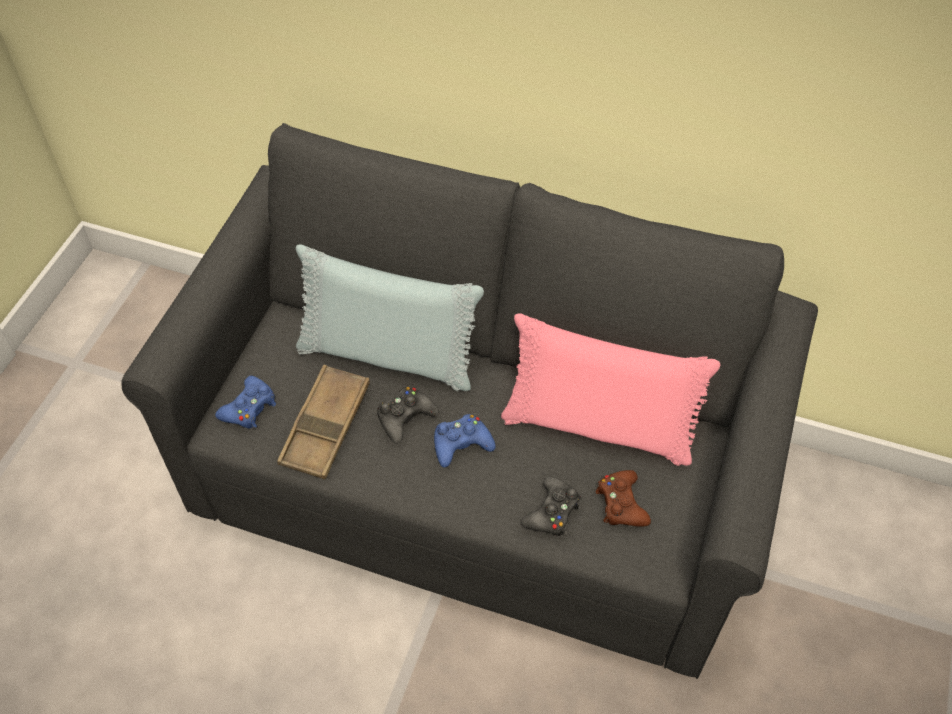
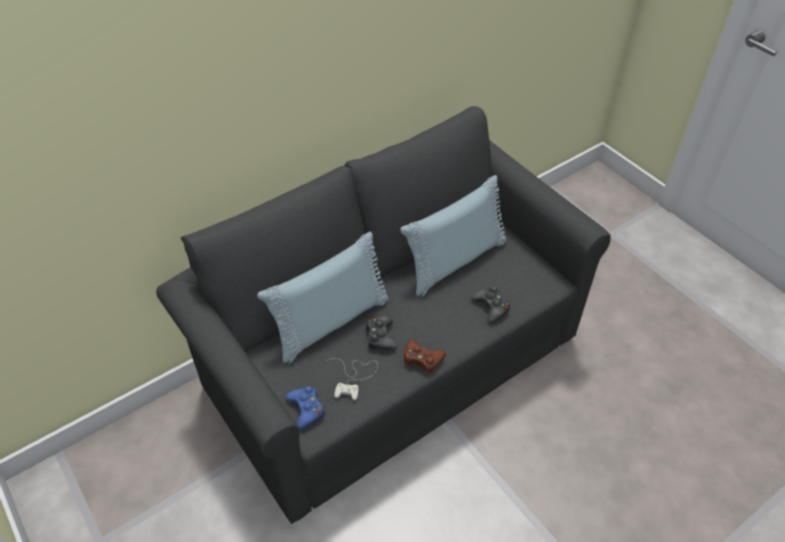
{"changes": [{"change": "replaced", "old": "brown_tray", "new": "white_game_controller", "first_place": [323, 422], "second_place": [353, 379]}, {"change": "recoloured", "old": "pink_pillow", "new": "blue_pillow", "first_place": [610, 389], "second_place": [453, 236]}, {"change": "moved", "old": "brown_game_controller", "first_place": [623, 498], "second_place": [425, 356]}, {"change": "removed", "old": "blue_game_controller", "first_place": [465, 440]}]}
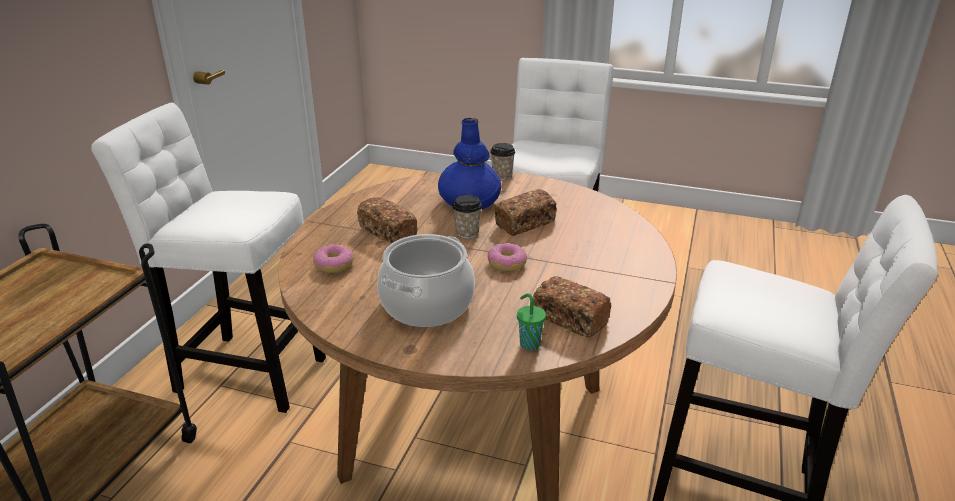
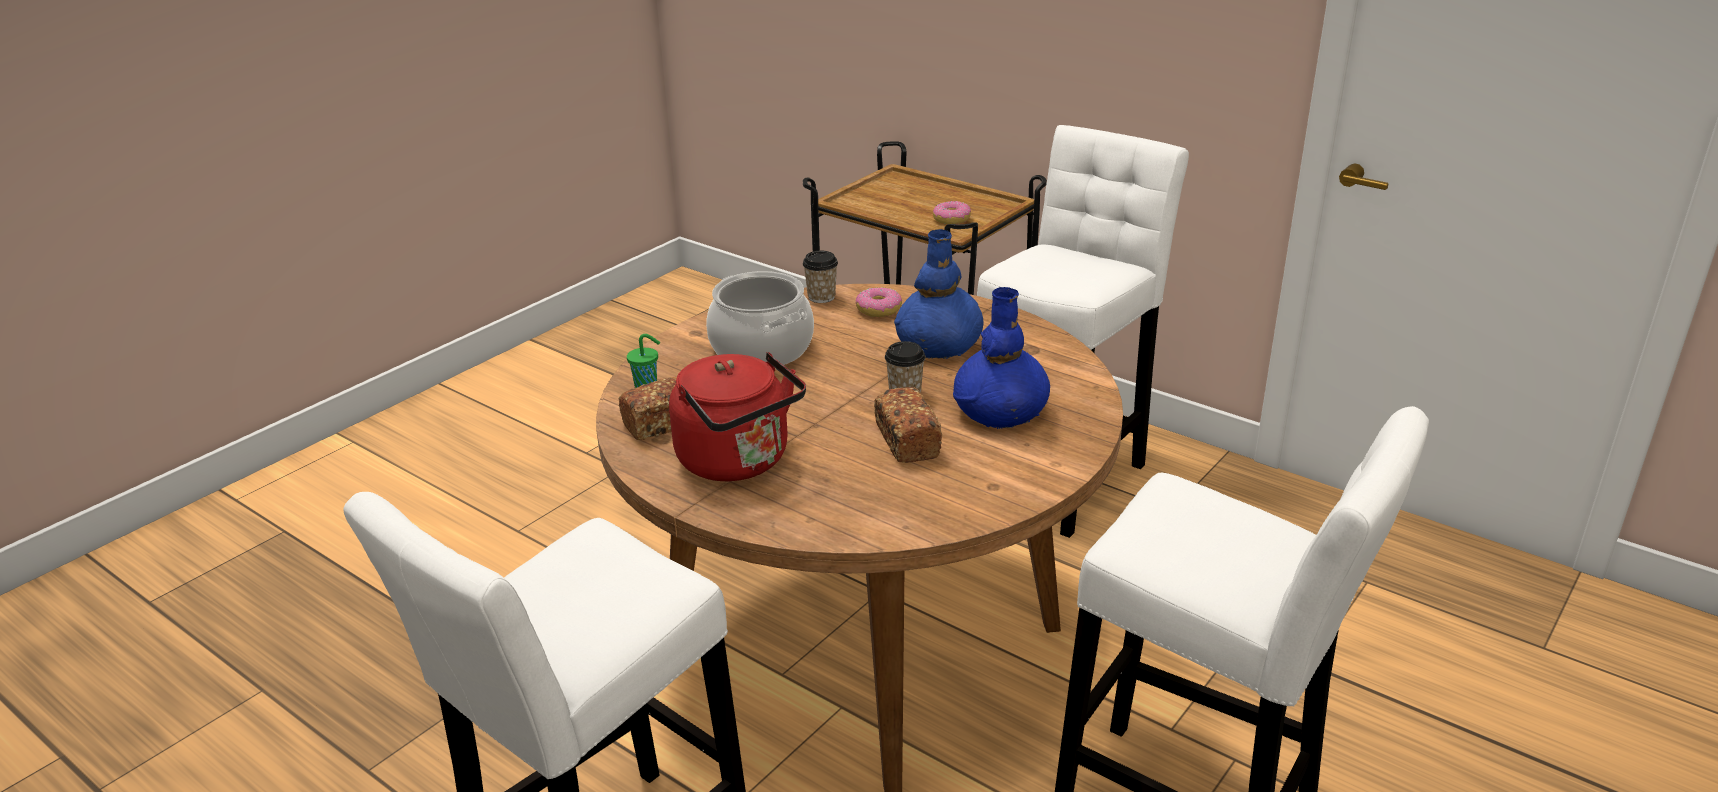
{"changes": [{"change": "added", "new": "red_kettle", "second_place": [737, 416]}, {"change": "moved", "old": "cup", "first_place": [502, 161], "second_place": [820, 277]}, {"change": "replaced", "old": "bread", "new": "blue_vase", "first_place": [387, 220], "second_place": [938, 294]}, {"change": "moved", "old": "donut", "first_place": [507, 257], "second_place": [952, 212]}]}
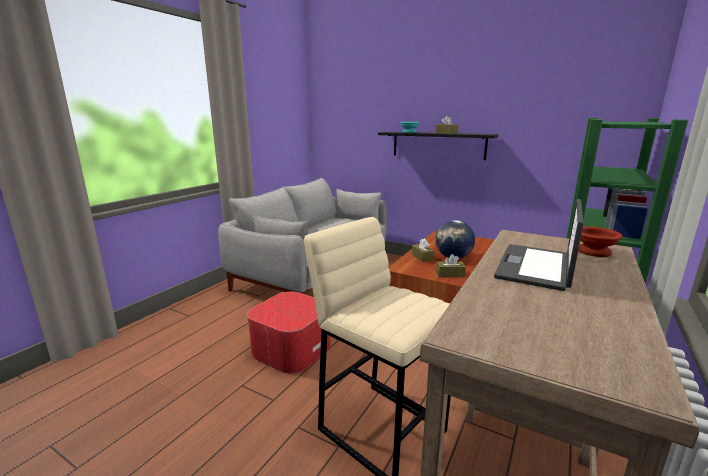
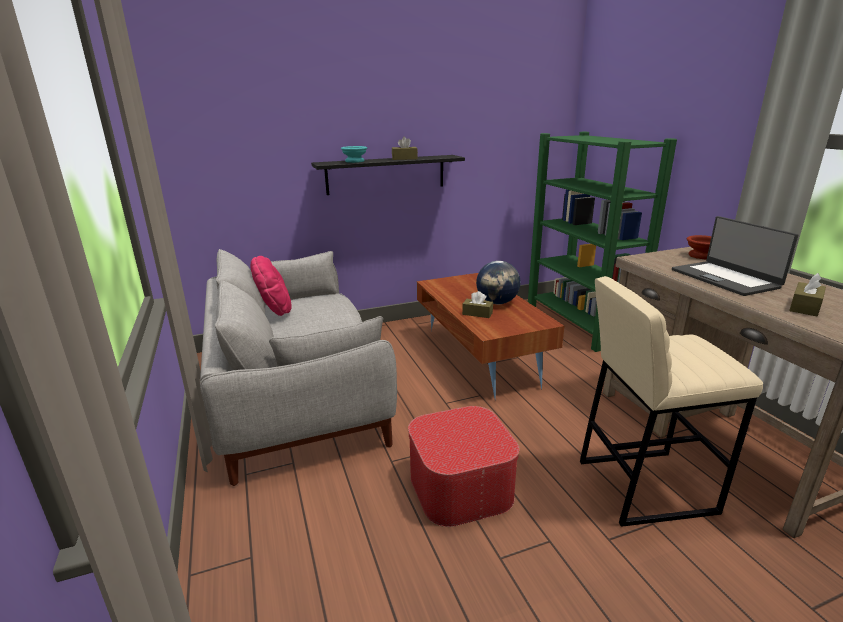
{"changes": [{"change": "added", "new": "pink_pillow", "second_place": [271, 286]}, {"change": "moved", "old": "brown_tissue_box", "first_place": [451, 265], "second_place": [807, 294]}]}
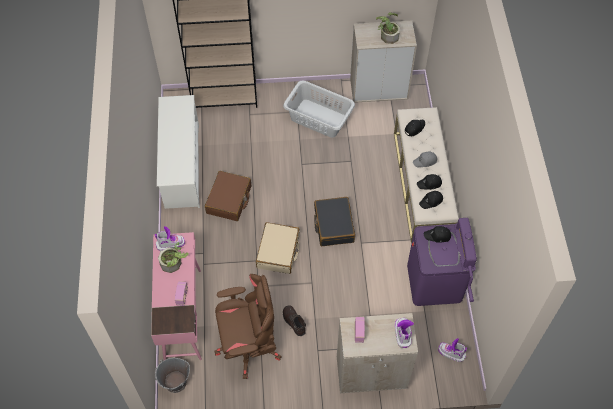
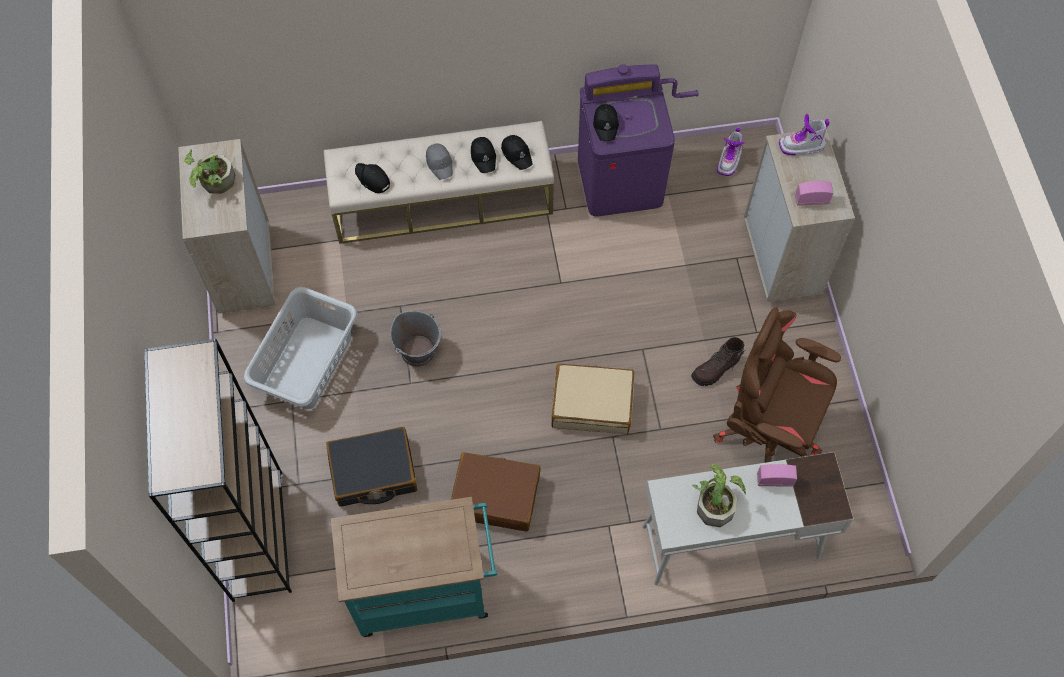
{"changes": [{"change": "moved", "old": "black_suitcase", "first_place": [334, 221], "second_place": [371, 467]}, {"change": "replaced", "old": "white_shoe_rack", "new": "turquoise_cart", "first_place": [178, 152], "second_place": [414, 567]}, {"change": "moved", "old": "grey_bucket", "first_place": [172, 375], "second_place": [415, 339]}, {"change": "recoloured", "old": "pink_desk", "new": "white_desk", "first_place": [176, 296], "second_place": [748, 518]}, {"change": "turned", "old": "brown_office_chair", "first_place": [248, 326], "second_place": [777, 385], "degrees": -45}, {"change": "removed", "old": "boot", "first_place": [170, 238]}]}
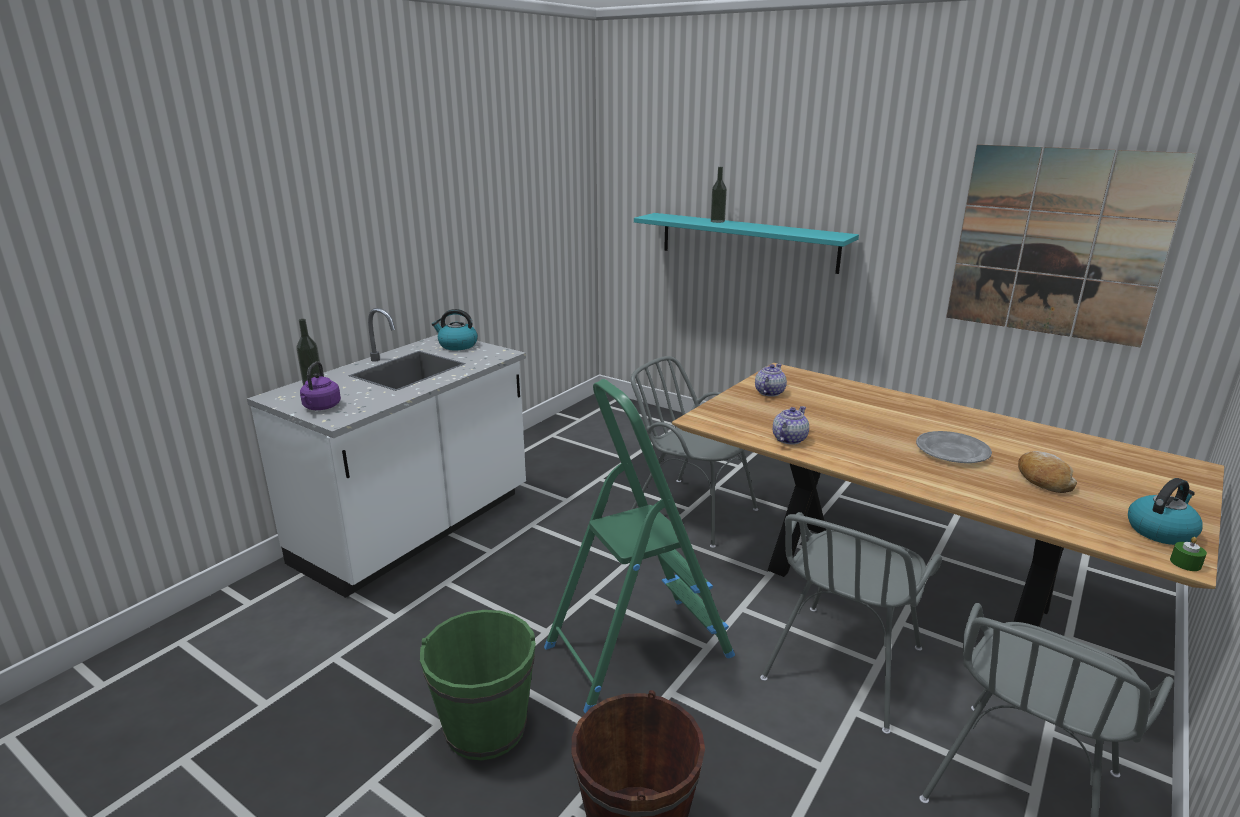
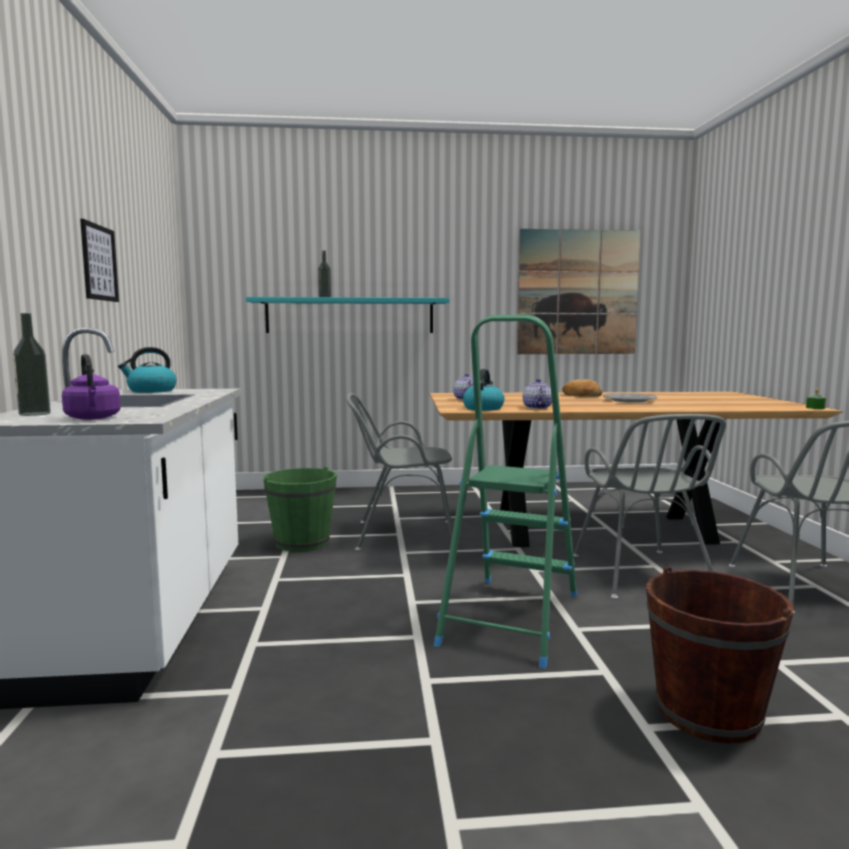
{"changes": [{"change": "added", "new": "picture", "second_place": [99, 260]}, {"change": "moved", "old": "green_bucket", "first_place": [478, 685], "second_place": [300, 509]}, {"change": "moved", "old": "kettle", "first_place": [1165, 511], "second_place": [484, 390]}, {"change": "moved", "old": "bread", "first_place": [1047, 472], "second_place": [582, 388]}]}
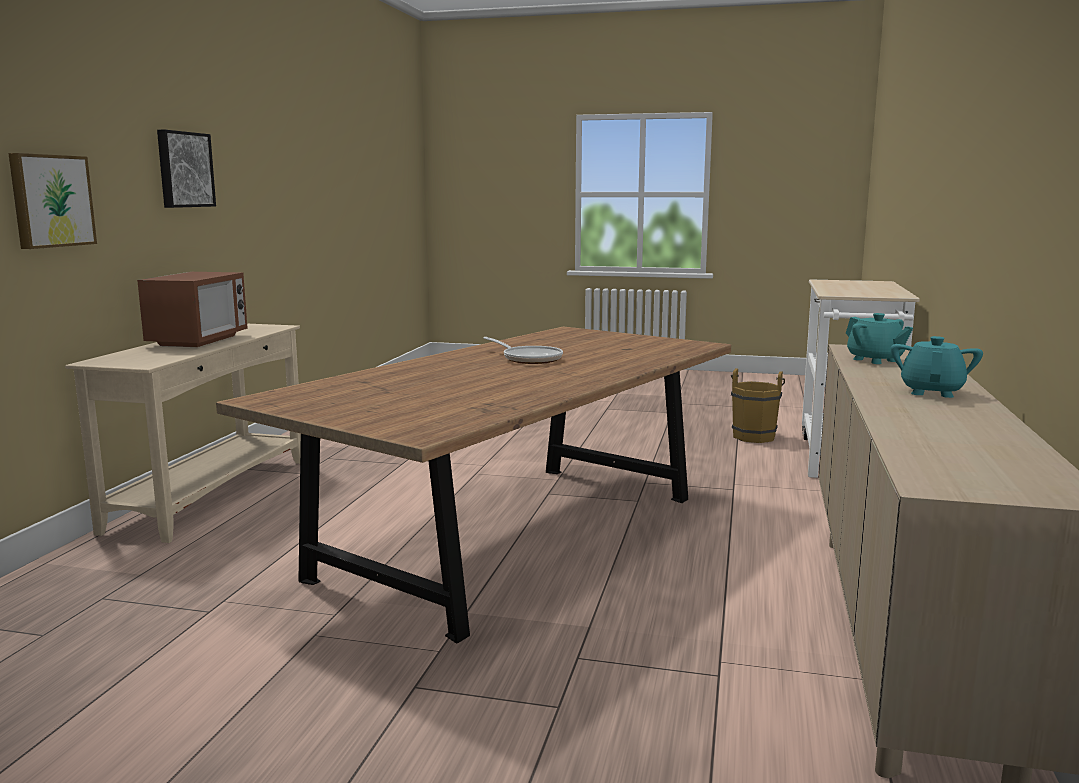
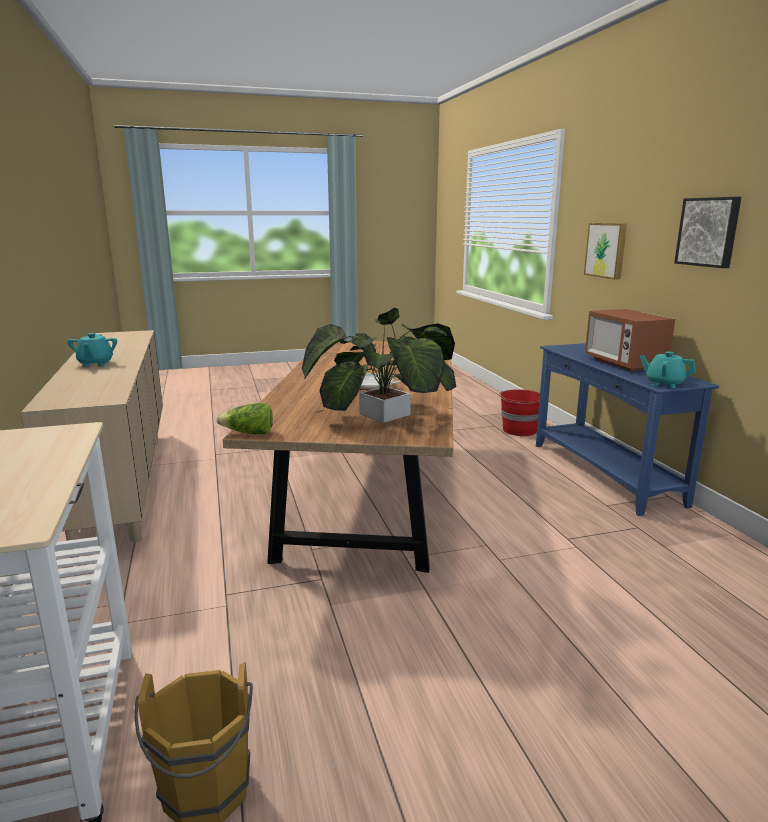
{"changes": [{"change": "added", "new": "lettuce", "second_place": [245, 418]}, {"change": "added", "new": "potted_plant", "second_place": [379, 365]}, {"change": "added", "new": "red_bucket", "second_place": [519, 412]}, {"change": "recoloured", "old": "beige_console_table", "new": "blue_console_table", "first_place": [183, 433], "second_place": [627, 429]}, {"change": "moved", "old": "turquoise_teapot", "first_place": [879, 338], "second_place": [668, 370]}]}
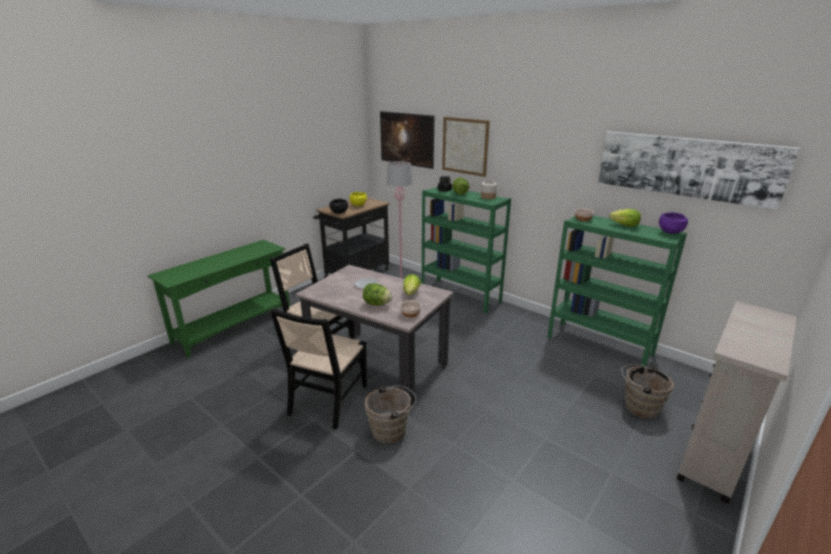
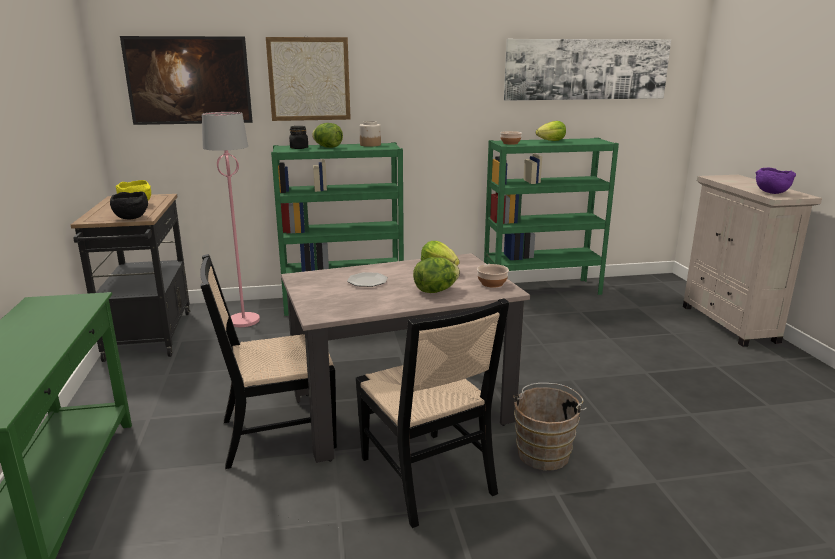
{"changes": [{"change": "moved", "old": "purple_bowl", "first_place": [673, 223], "second_place": [775, 181]}, {"change": "removed", "old": "brown_bucket", "first_place": [647, 391]}]}
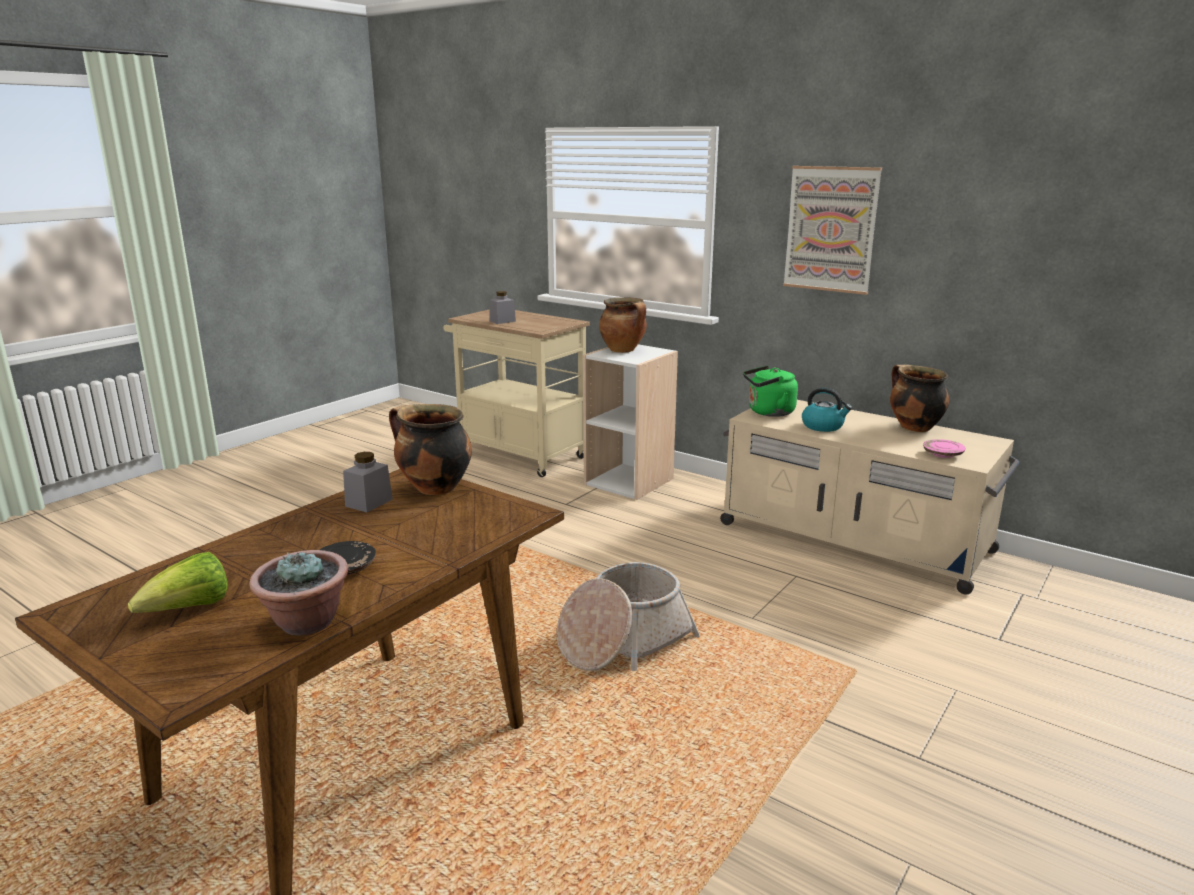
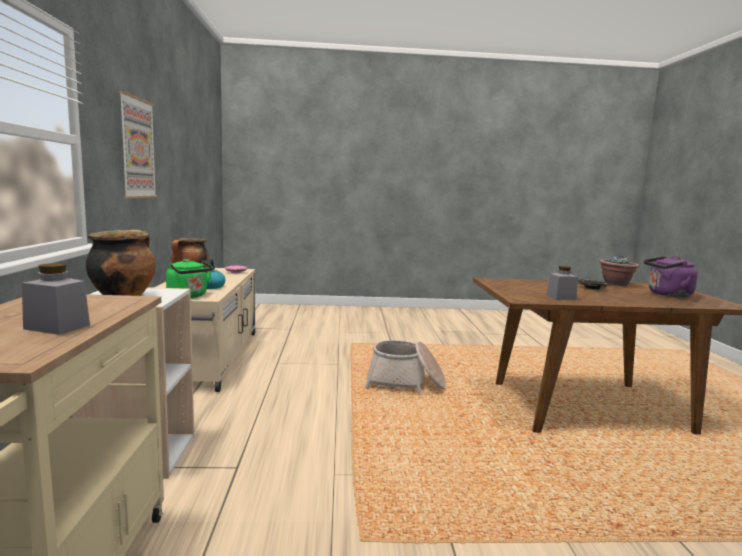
{"changes": [{"change": "replaced", "old": "lettuce", "new": "purple_kettle", "first_place": [178, 582], "second_place": [671, 277]}, {"change": "removed", "old": "cooking_pot", "first_place": [430, 449]}]}
